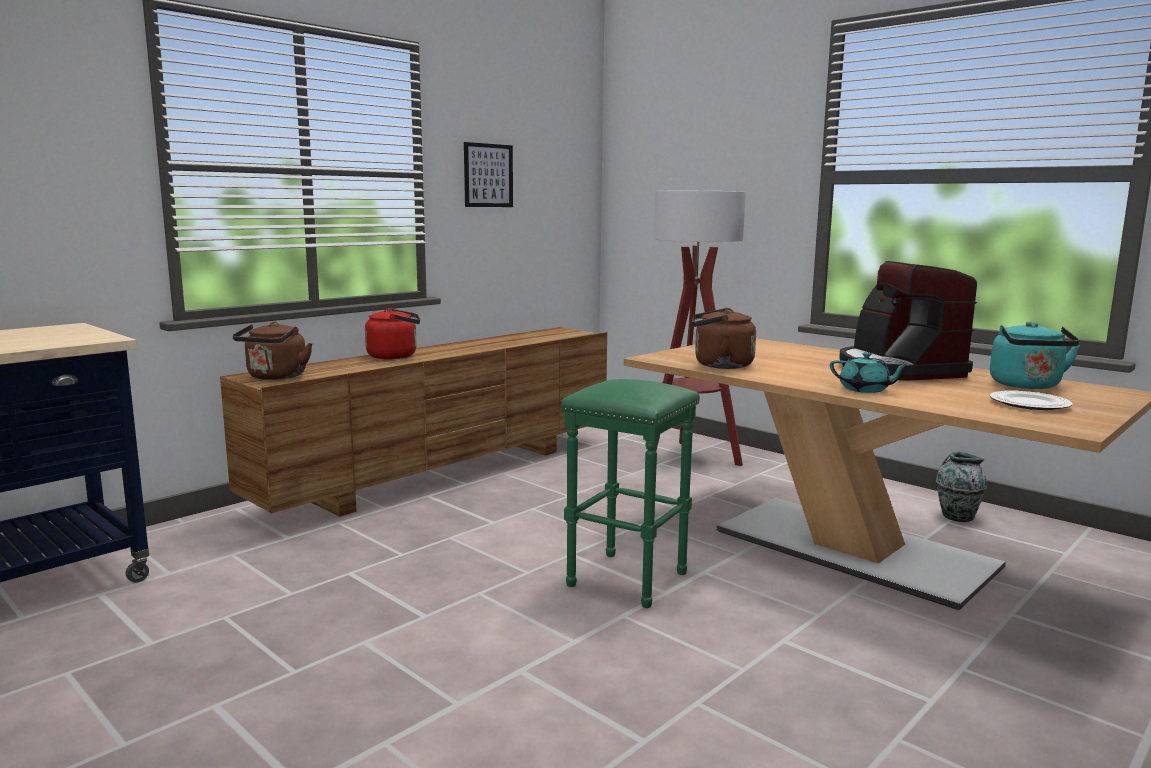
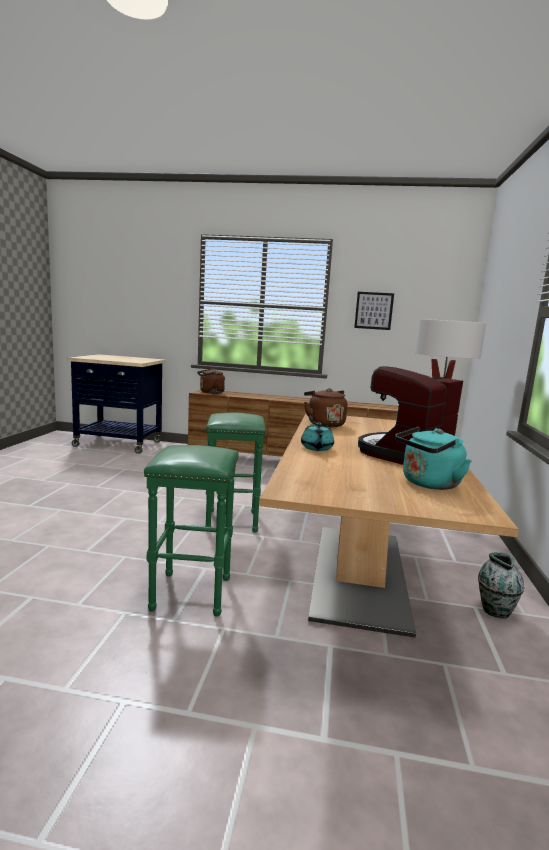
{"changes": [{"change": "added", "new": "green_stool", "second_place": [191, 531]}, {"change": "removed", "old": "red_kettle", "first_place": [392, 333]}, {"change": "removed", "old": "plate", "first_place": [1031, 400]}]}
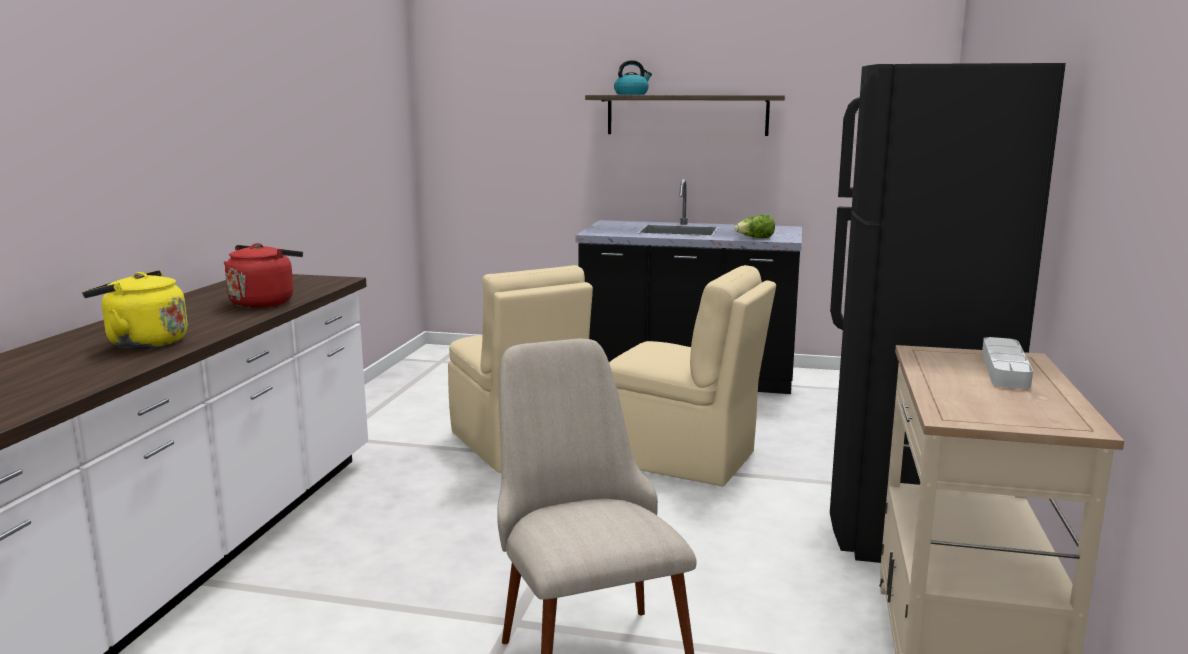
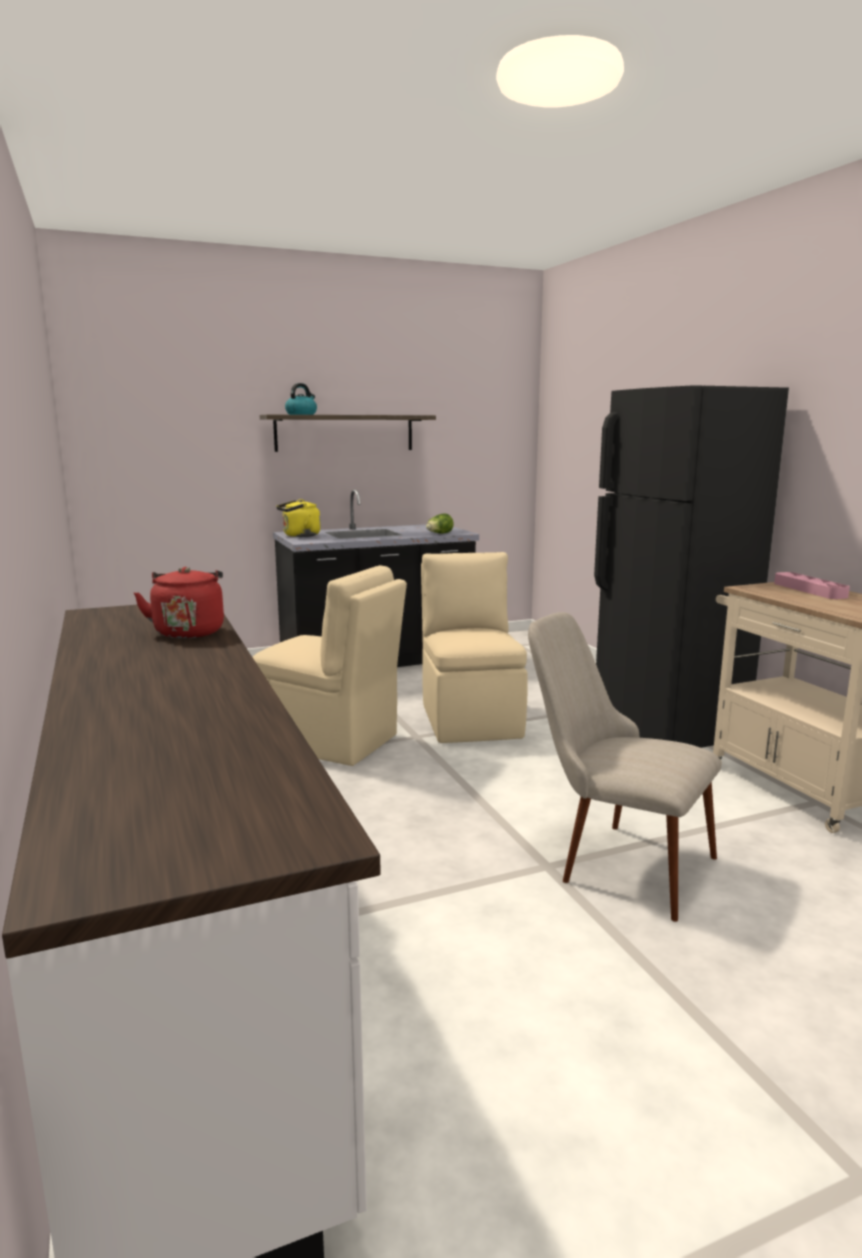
{"changes": [{"change": "moved", "old": "yellow_kettle", "first_place": [135, 309], "second_place": [298, 518]}, {"change": "turned", "old": "beige_chair", "first_place": [692, 375], "second_place": [474, 647], "degrees": -90}, {"change": "recoloured", "old": "grey_tray", "new": "pink_tray", "first_place": [1007, 363], "second_place": [812, 585]}]}
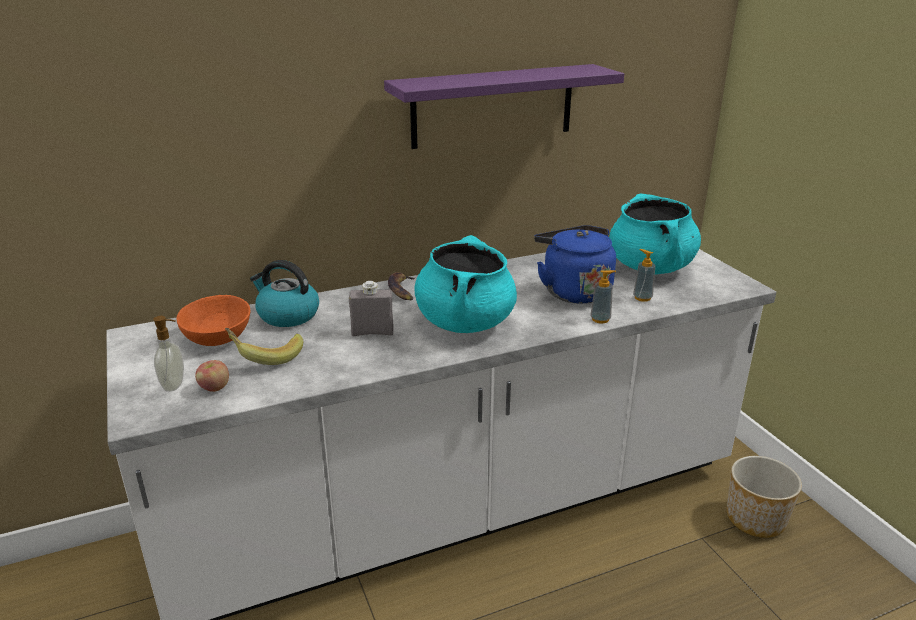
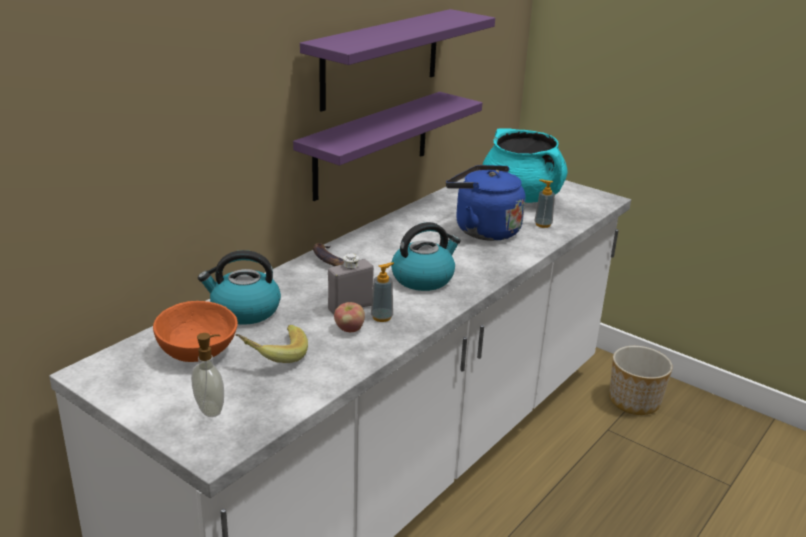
{"changes": [{"change": "added", "new": "purple_shelf", "second_place": [387, 146]}, {"change": "moved", "old": "apple", "first_place": [212, 376], "second_place": [349, 317]}, {"change": "moved", "old": "soap_dispenser", "first_place": [603, 297], "second_place": [382, 292]}, {"change": "replaced", "old": "turquoise_cooking_pot", "new": "kettle", "first_place": [465, 284], "second_place": [426, 256]}]}
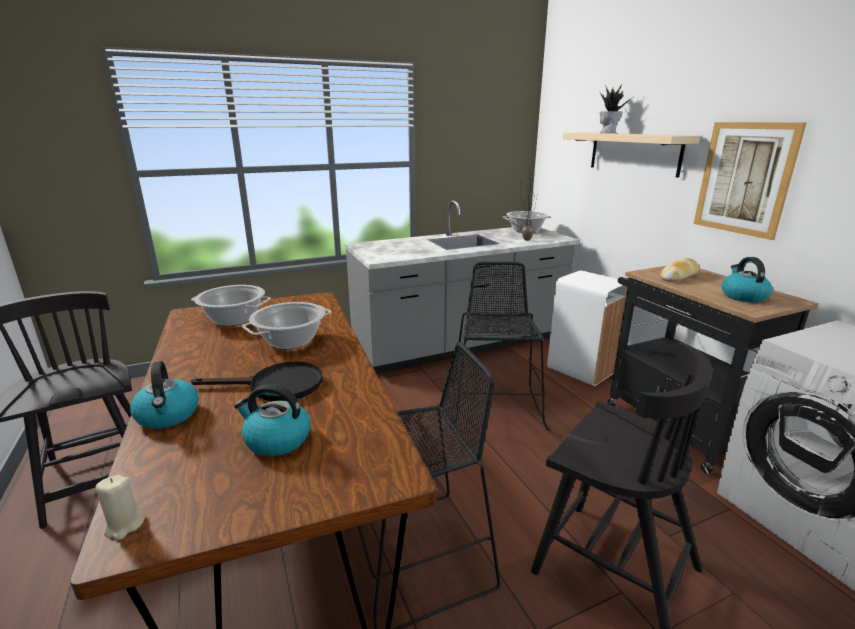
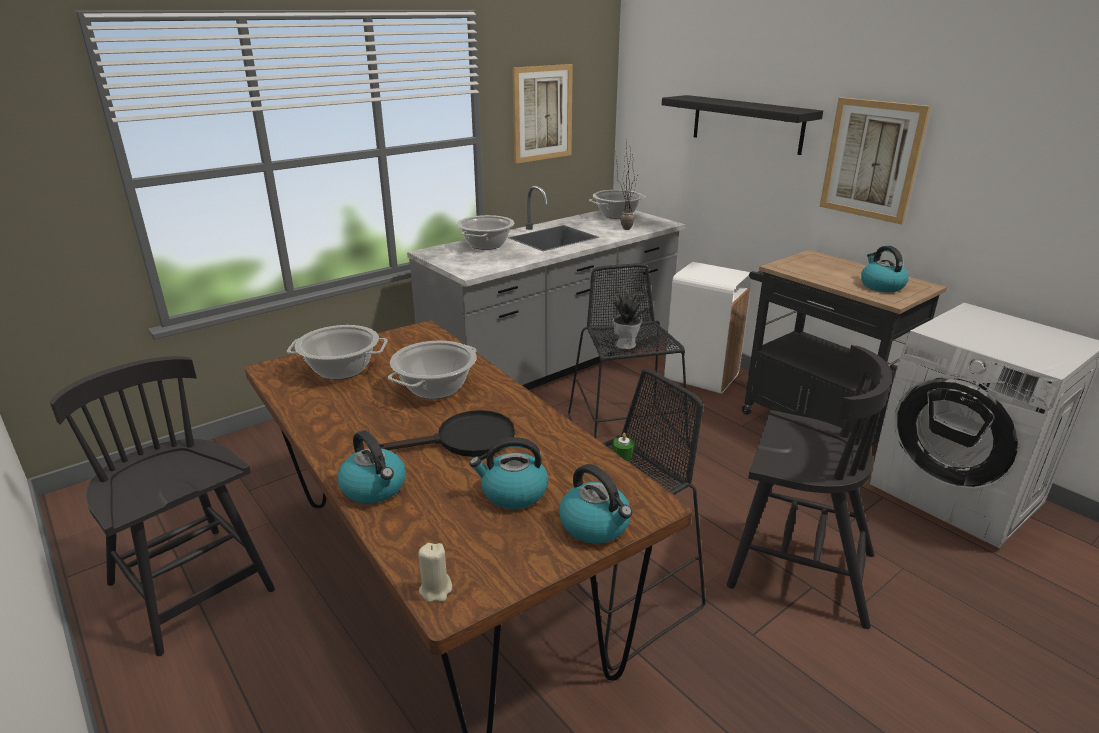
{"changes": [{"change": "added", "new": "cooking_pot", "second_place": [485, 232]}, {"change": "added", "new": "picture", "second_place": [542, 114]}, {"change": "added", "new": "kettle", "second_place": [595, 504]}, {"change": "moved", "old": "potted_plant", "first_place": [615, 108], "second_place": [631, 318]}, {"change": "added", "new": "green_candle", "second_place": [623, 447]}, {"change": "recoloured", "old": "beige_shelf", "new": "black_shelf", "first_place": [631, 155], "second_place": [742, 125]}, {"change": "removed", "old": "bread", "first_place": [680, 270]}]}
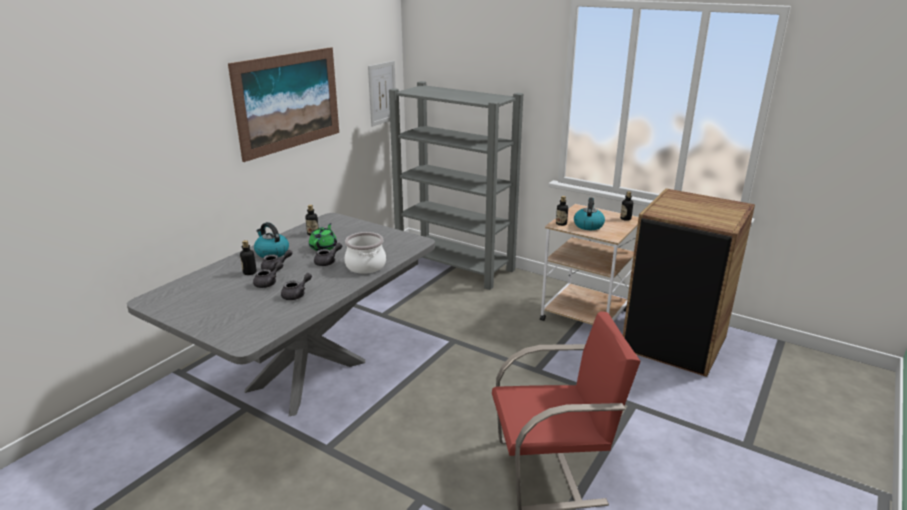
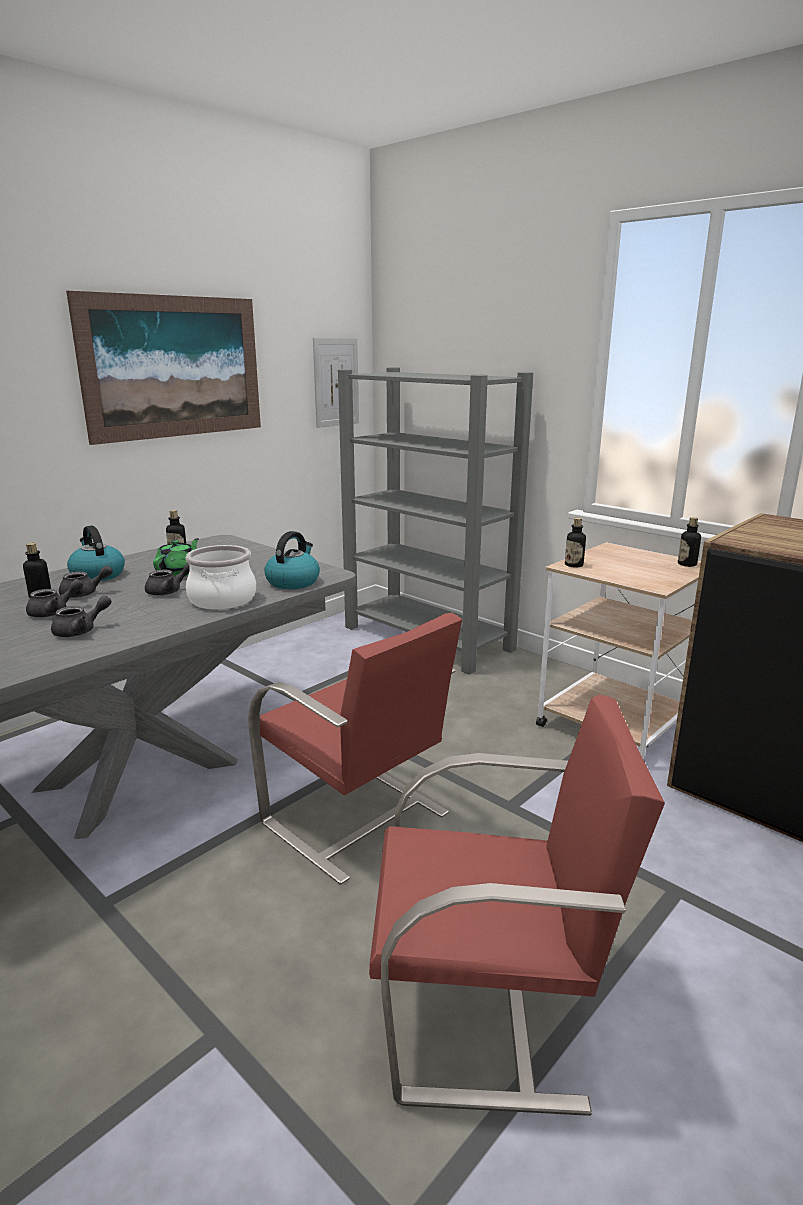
{"changes": [{"change": "added", "new": "red_chair", "second_place": [355, 749]}, {"change": "moved", "old": "kettle", "first_place": [589, 213], "second_place": [292, 560]}]}
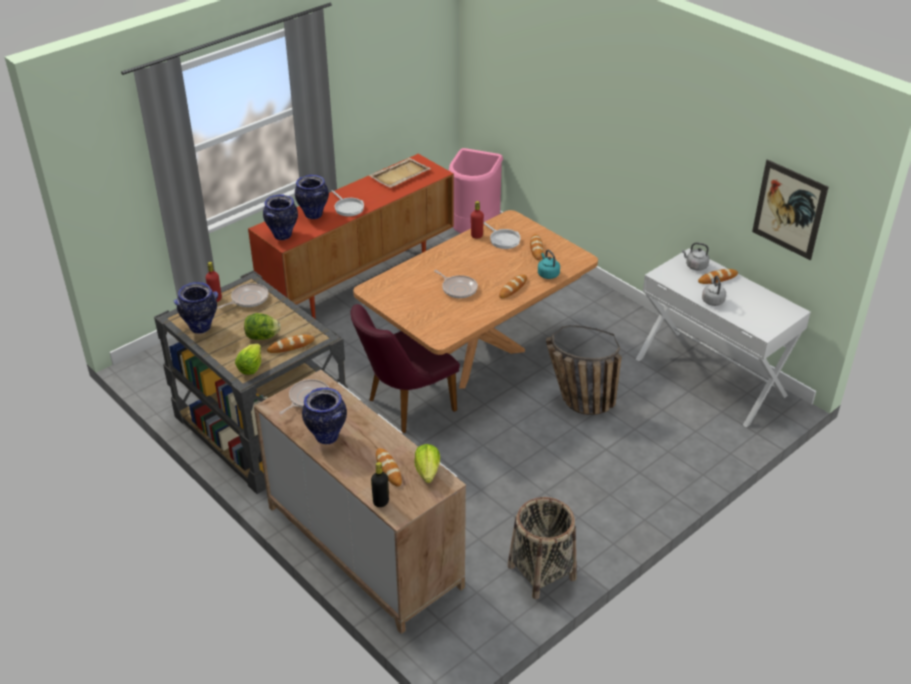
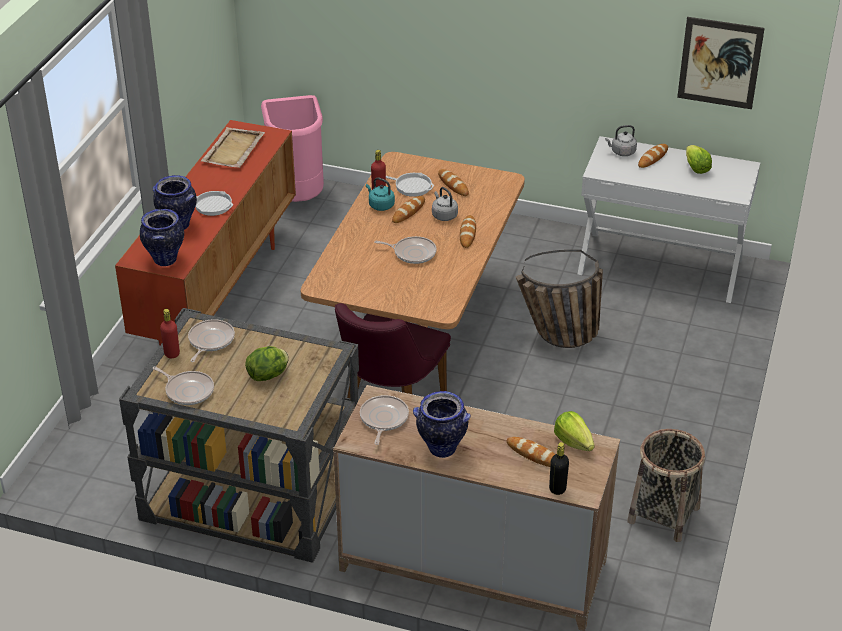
{"changes": [{"change": "replaced", "old": "vase", "new": "frying_pan", "first_place": [195, 308], "second_place": [183, 385]}, {"change": "moved", "old": "turquoise_kettle", "first_place": [549, 264], "second_place": [380, 194]}, {"change": "moved", "old": "bread", "first_place": [291, 344], "second_place": [408, 209]}, {"change": "moved", "old": "grey_kettle", "first_place": [714, 291], "second_place": [445, 204]}, {"change": "moved", "old": "lettuce", "first_place": [248, 359], "second_place": [699, 159]}]}
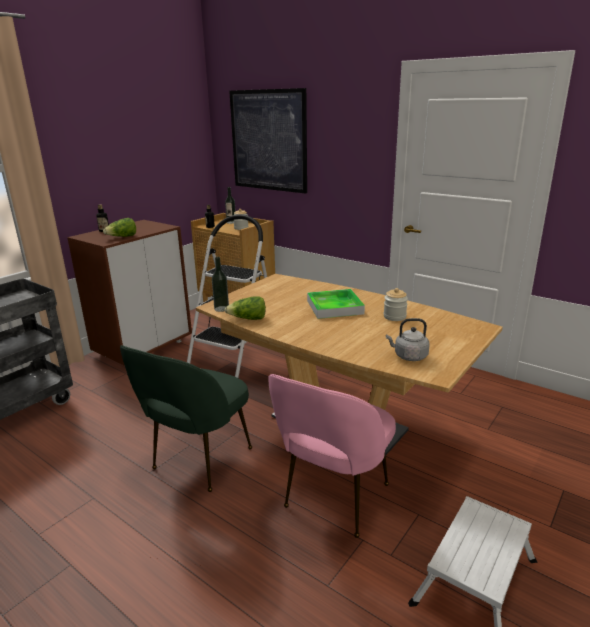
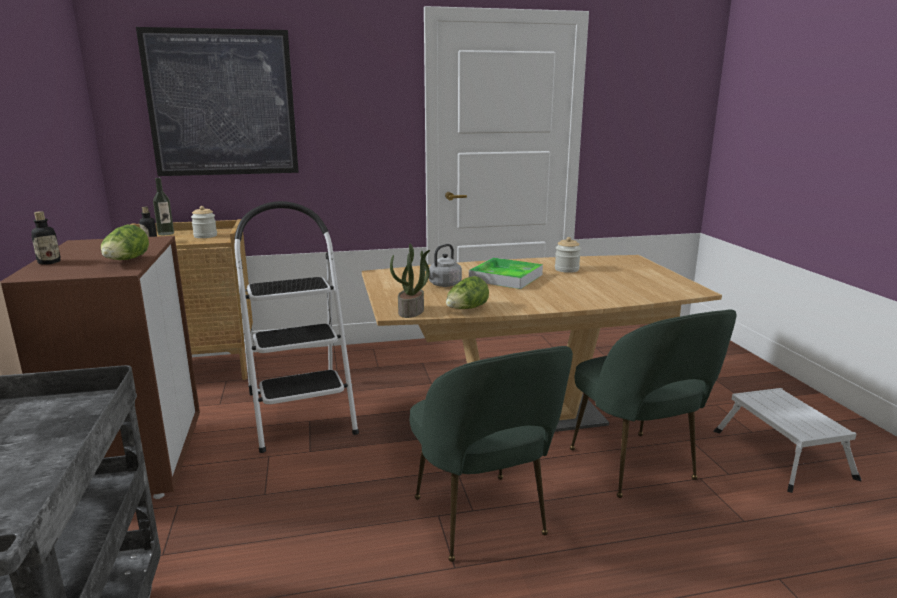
{"changes": [{"change": "replaced", "old": "bottle", "new": "potted_plant", "first_place": [220, 284], "second_place": [410, 281]}, {"change": "moved", "old": "grey_kettle", "first_place": [407, 339], "second_place": [443, 265]}, {"change": "recoloured", "old": "pink_chair", "new": "green_chair", "first_place": [332, 456], "second_place": [653, 404]}]}
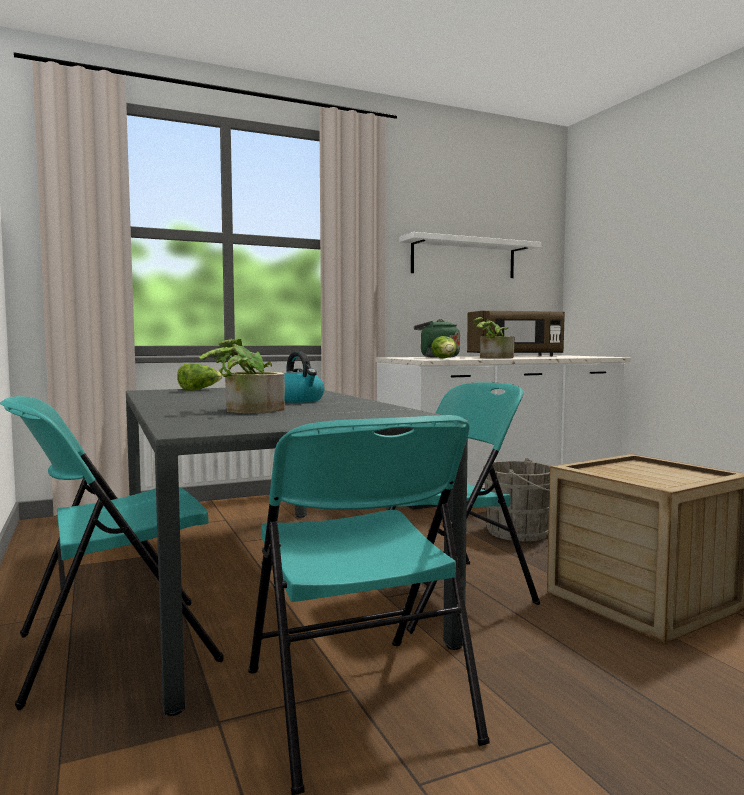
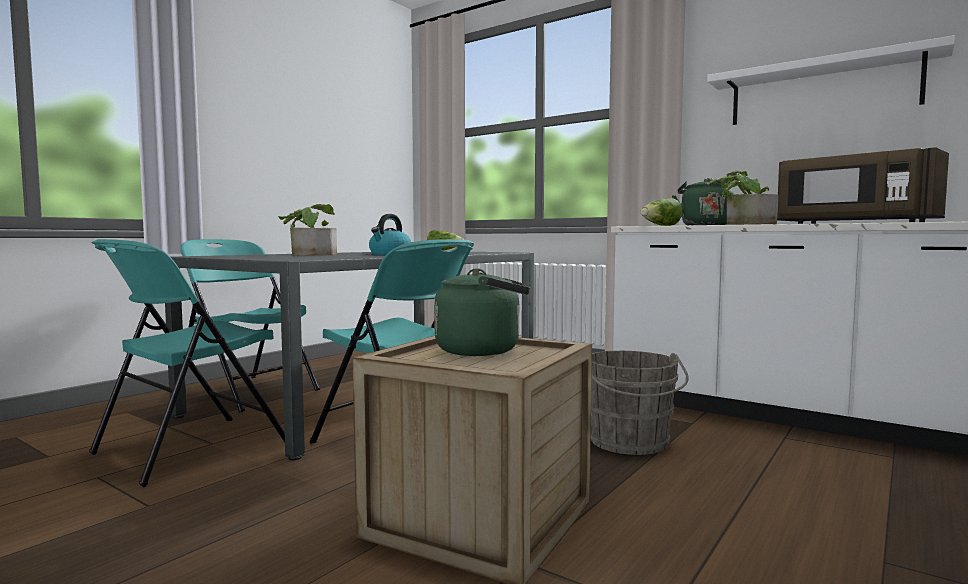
{"changes": [{"change": "added", "new": "green_kettle", "second_place": [482, 312]}]}
